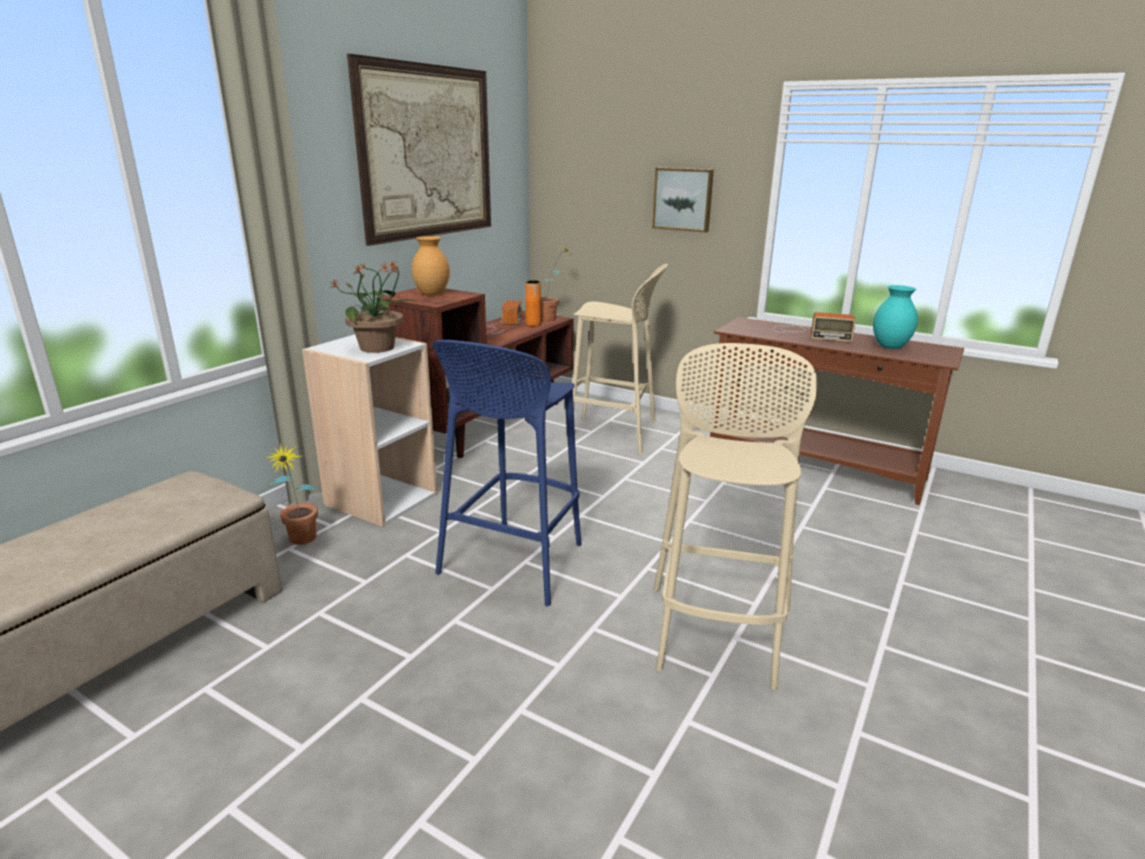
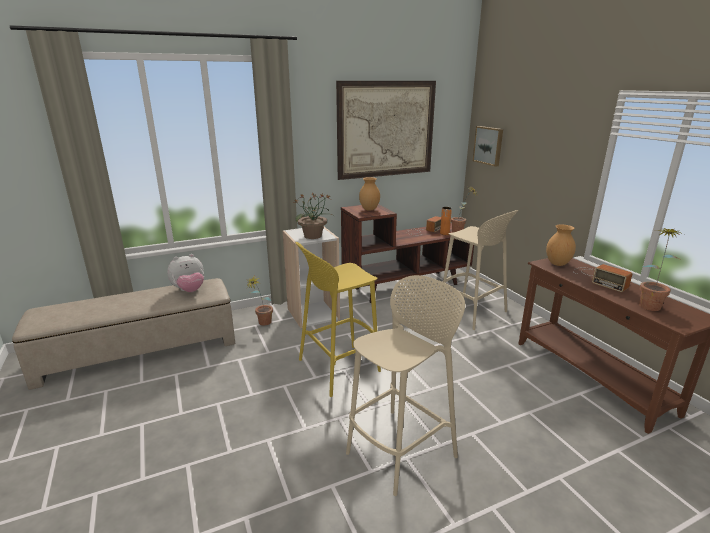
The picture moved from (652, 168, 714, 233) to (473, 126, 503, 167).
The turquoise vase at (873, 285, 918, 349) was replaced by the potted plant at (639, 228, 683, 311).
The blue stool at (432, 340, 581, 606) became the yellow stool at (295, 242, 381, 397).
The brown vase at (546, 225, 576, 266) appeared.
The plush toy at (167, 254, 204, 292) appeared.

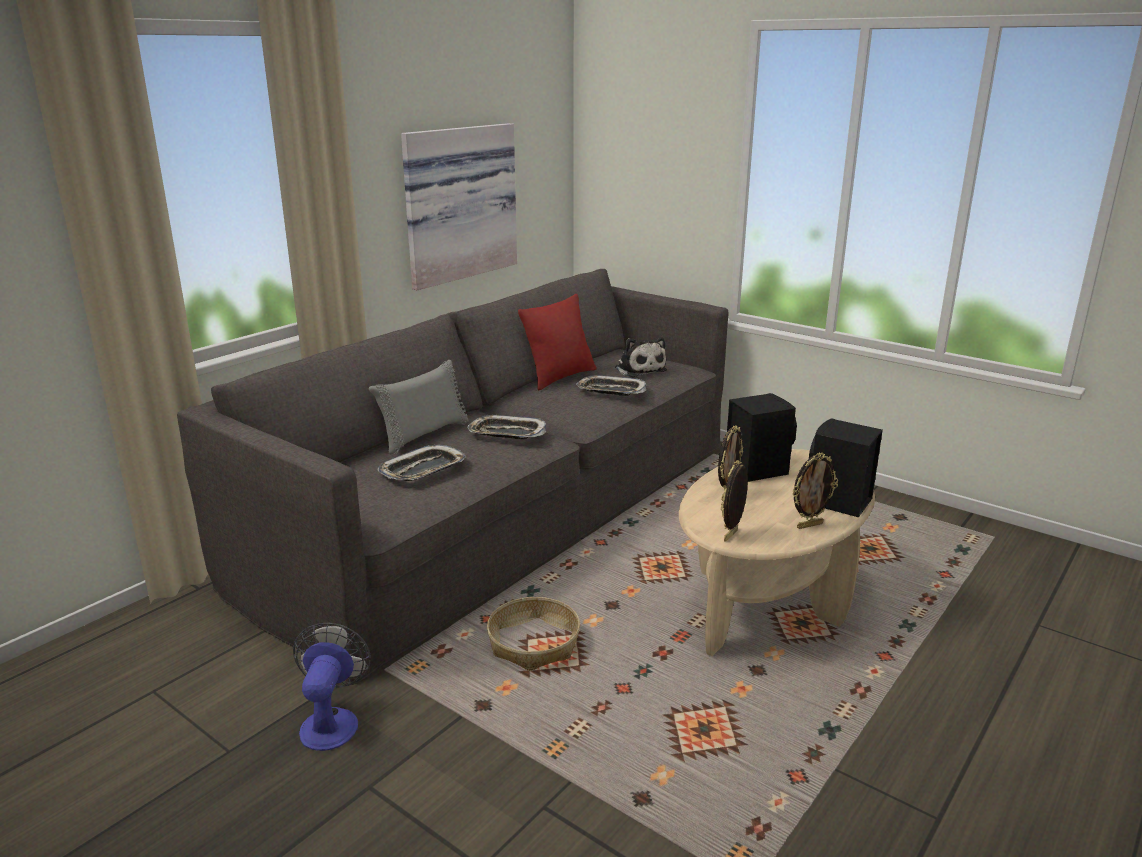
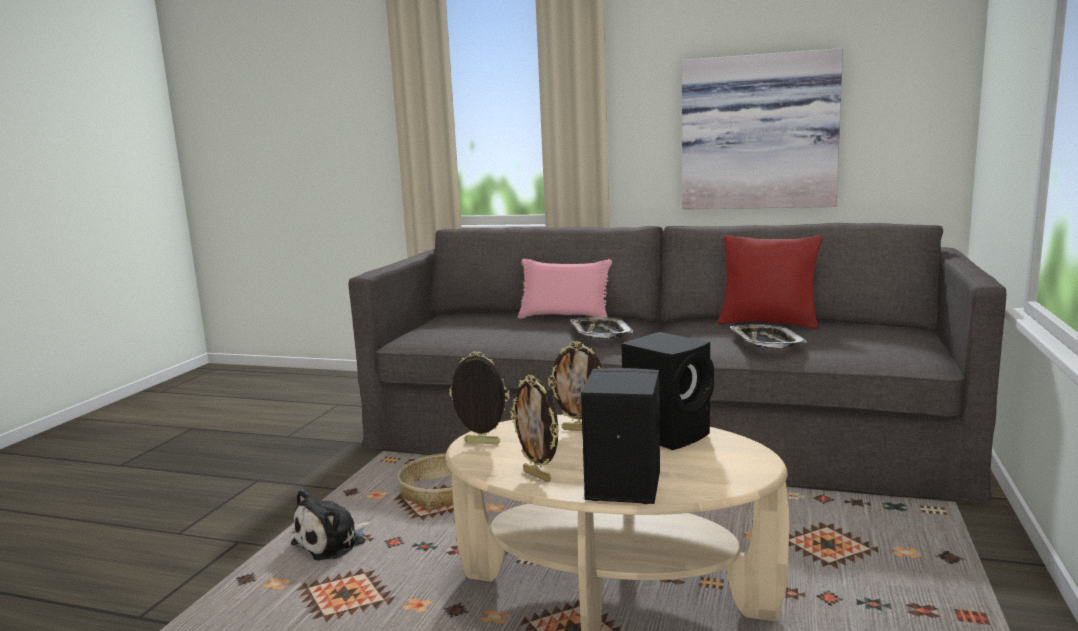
The plush toy moved from (615, 337, 667, 377) to (291, 489, 370, 561).
The grey pillow at (369, 360, 469, 455) became the pink pillow at (518, 259, 612, 319).
The tray at (377, 444, 466, 481) disappeared.
The fan at (293, 623, 371, 751) disappeared.

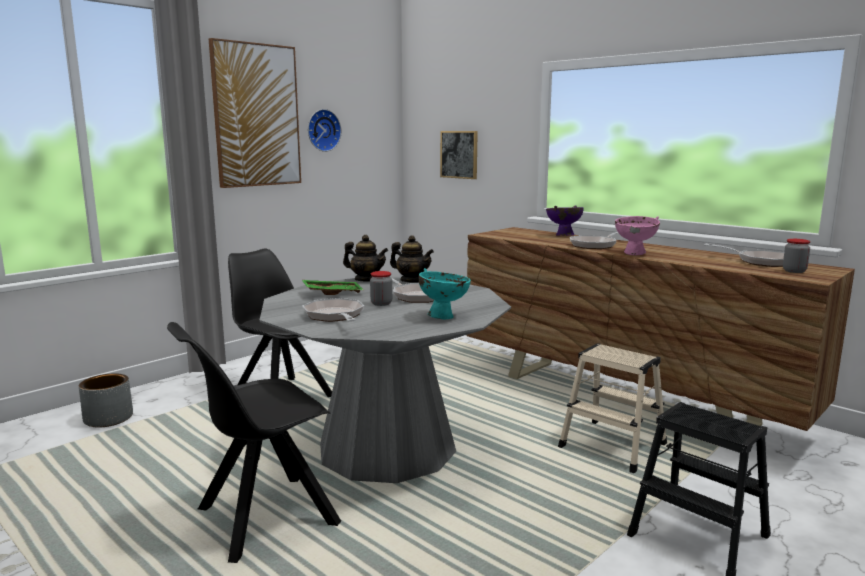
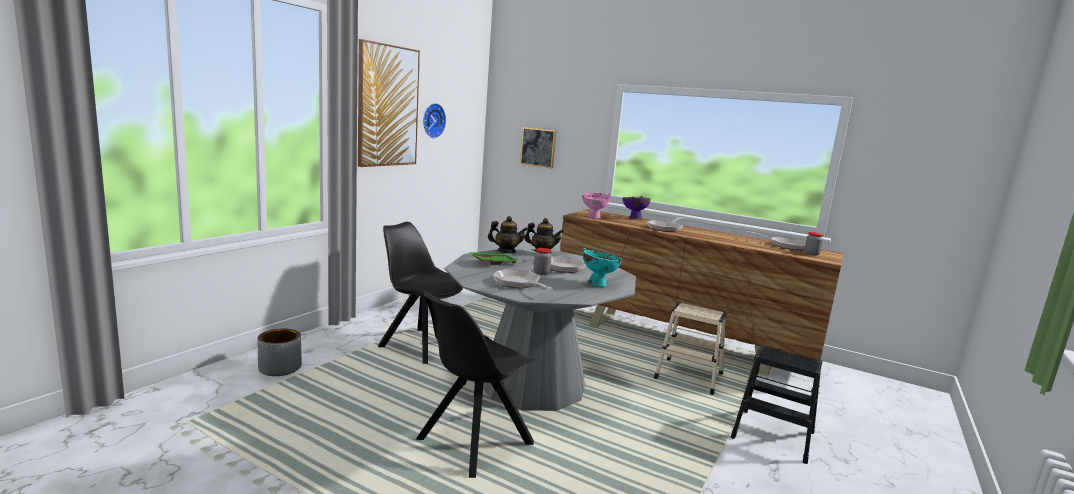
The pink bowl moved from (615, 216, 660, 255) to (582, 193, 611, 219).

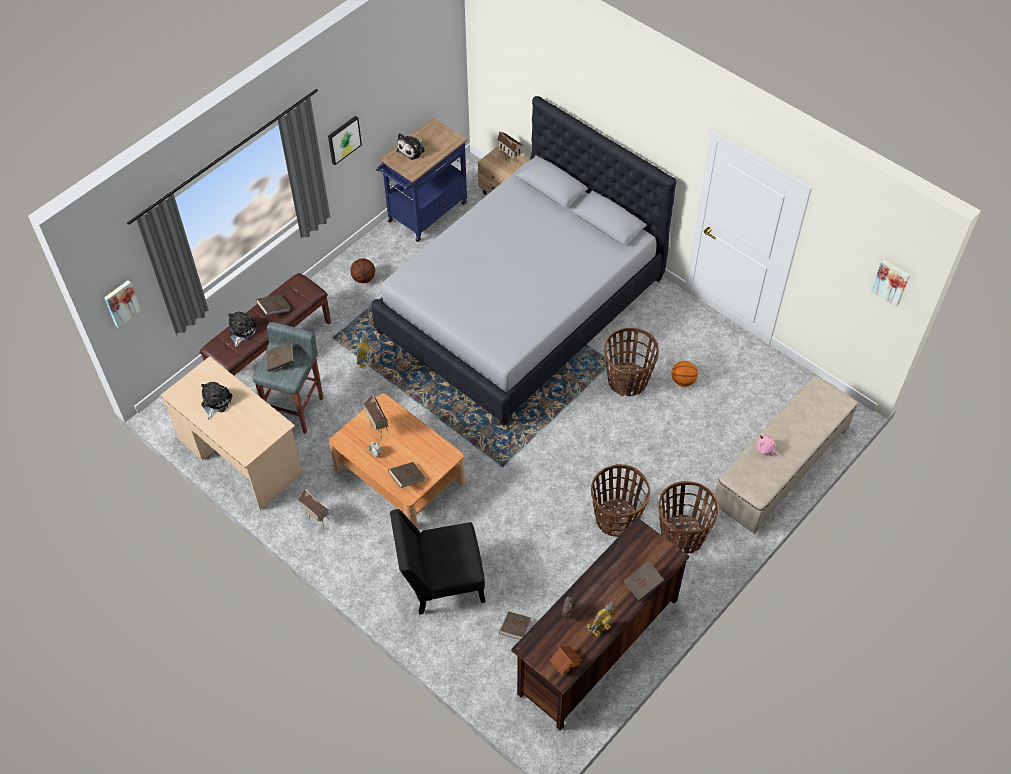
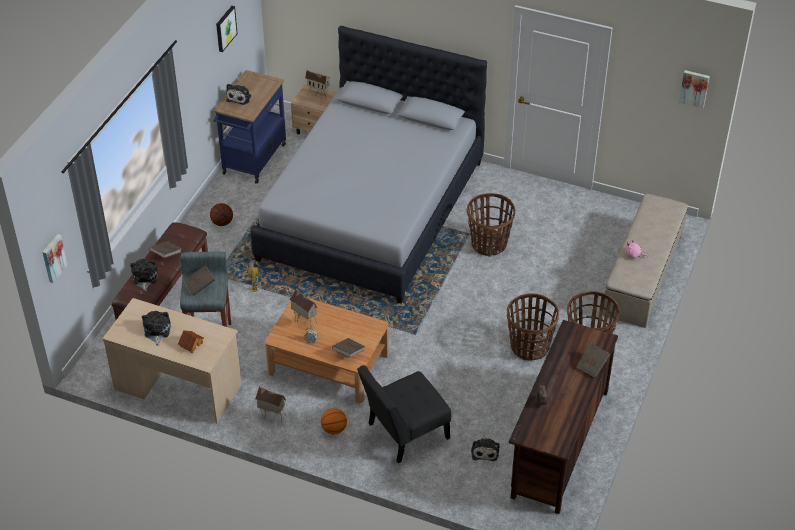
The picture moved from (328, 116, 362, 165) to (216, 6, 238, 52).
The basketball moved from (672, 361, 698, 387) to (321, 408, 347, 434).
The toy robot at (587, 602, 618, 637) disappeared.
The brown book at (499, 612, 531, 640) was replaced by the plush toy at (471, 435, 500, 461).
The toy house moved from (549, 646, 582, 676) to (178, 330, 204, 353).

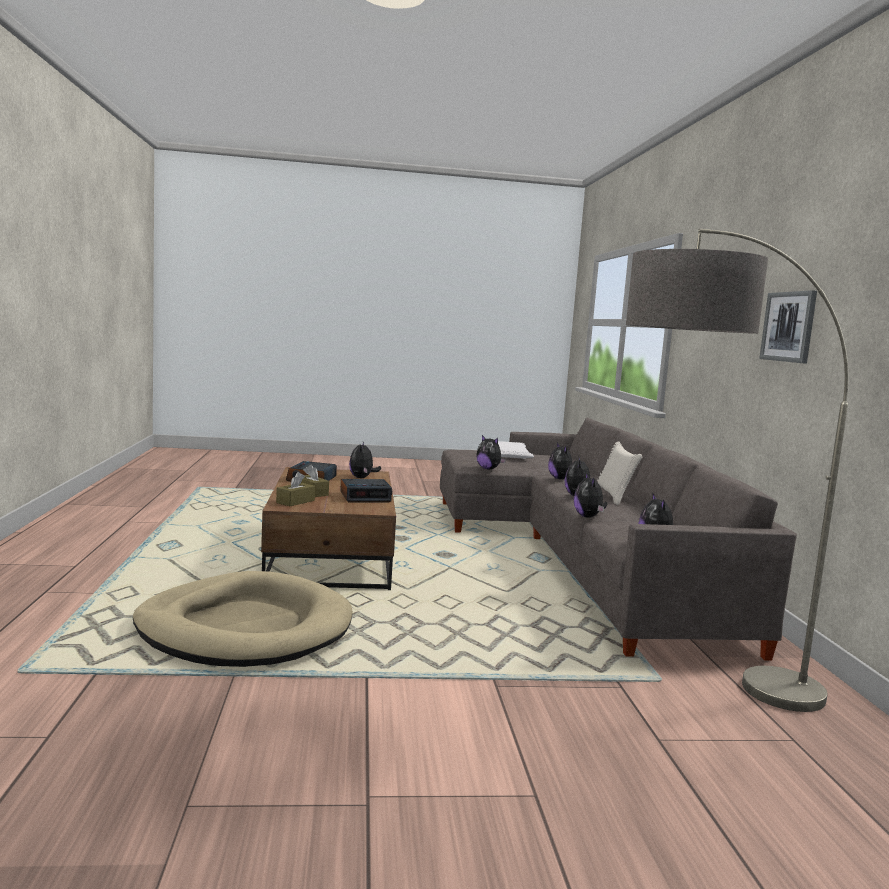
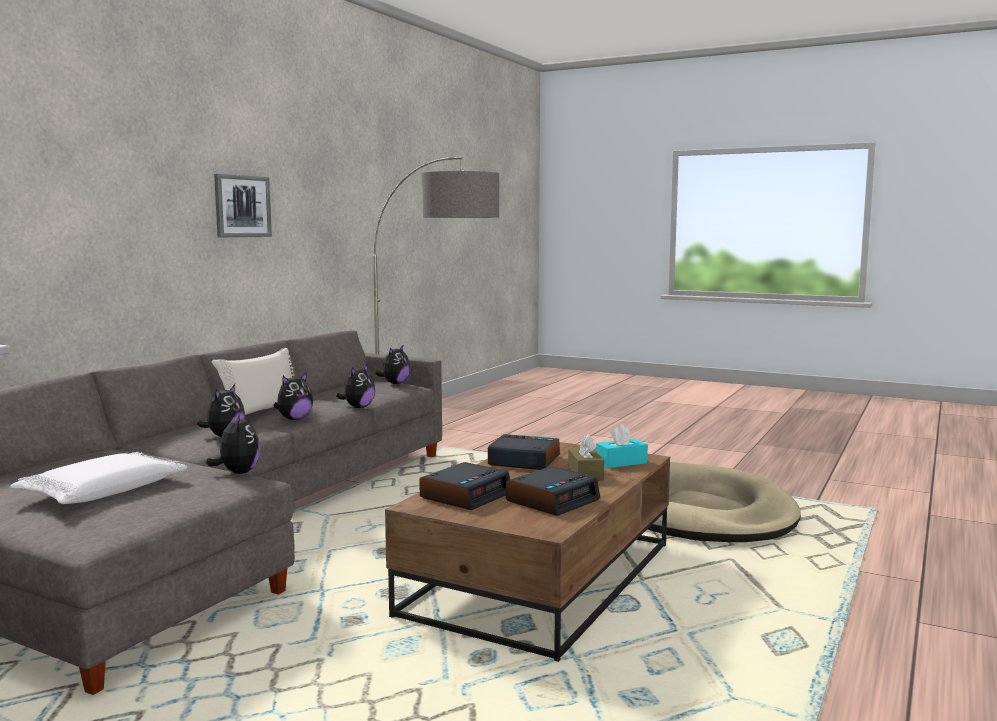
The plush toy at (349, 442, 381, 478) was replaced by the alarm clock at (419, 462, 510, 510).
The brown tissue box at (276, 472, 315, 506) became the turquoise tissue box at (596, 424, 648, 468).

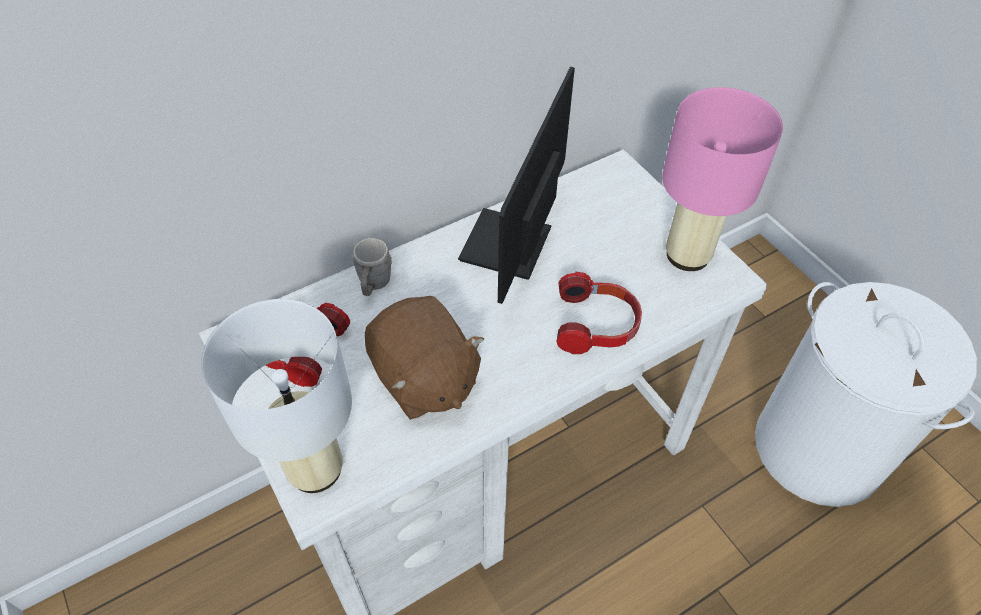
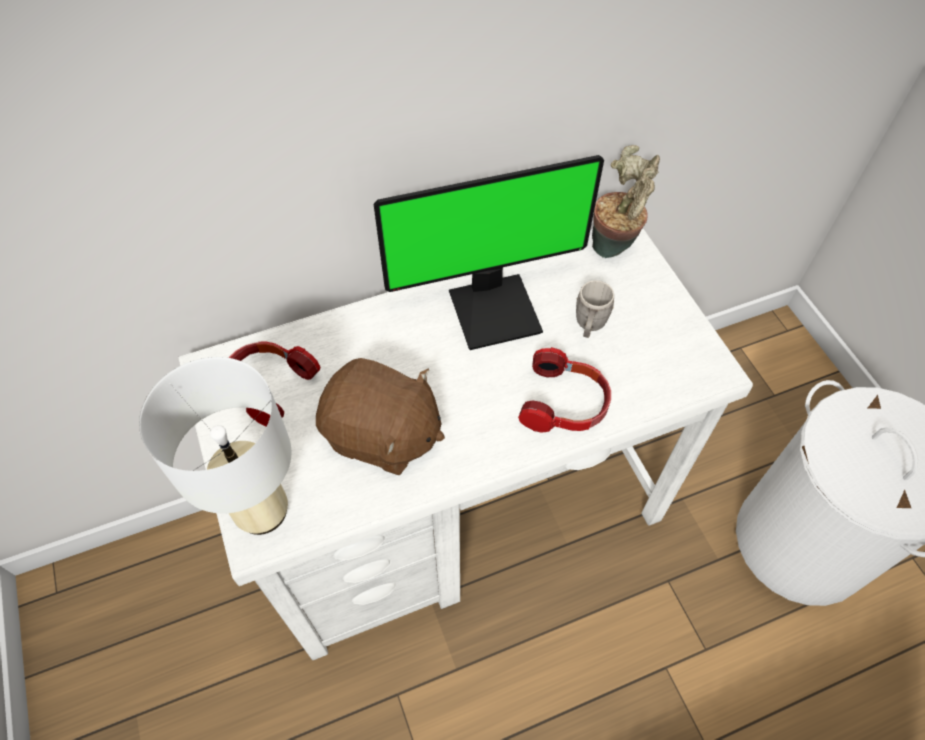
The monitor at (458, 67, 575, 304) turned 135 degrees counterclockwise.
The pink table lamp at (662, 87, 783, 271) disappeared.
The grey mug moved from (353, 238, 392, 296) to (576, 280, 614, 338).
The brown plush toy at (365, 296, 484, 420) turned 45 degrees counterclockwise.
The potted plant at (592, 145, 660, 258) appeared.

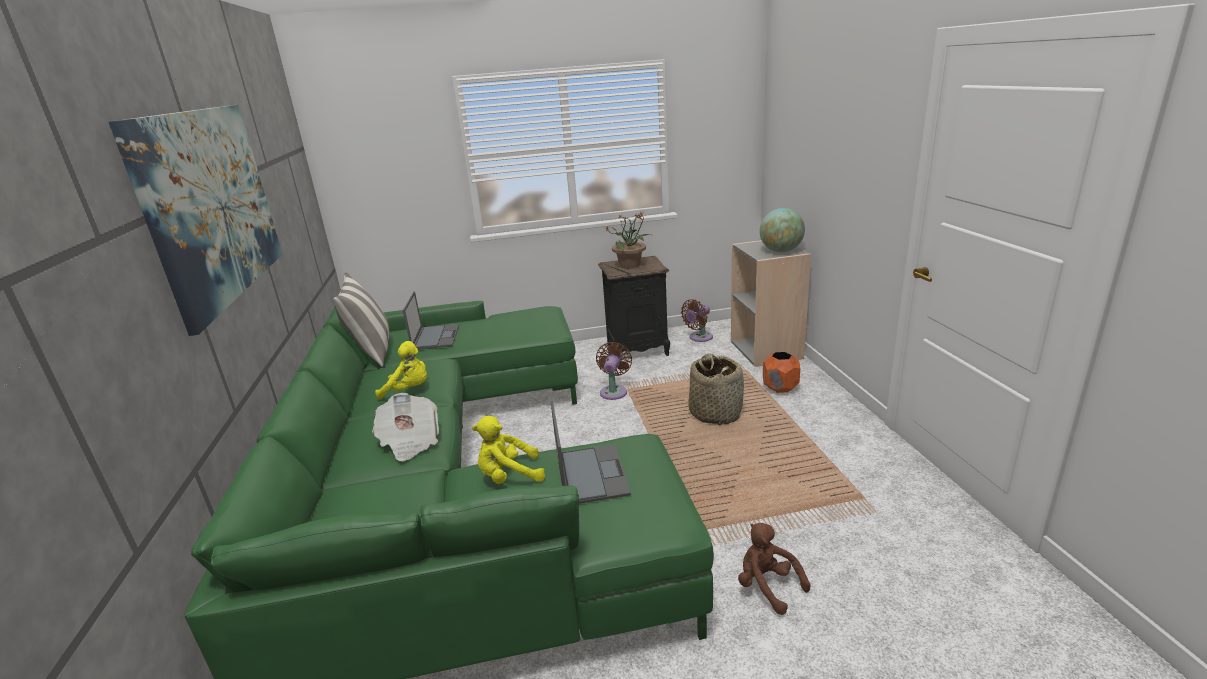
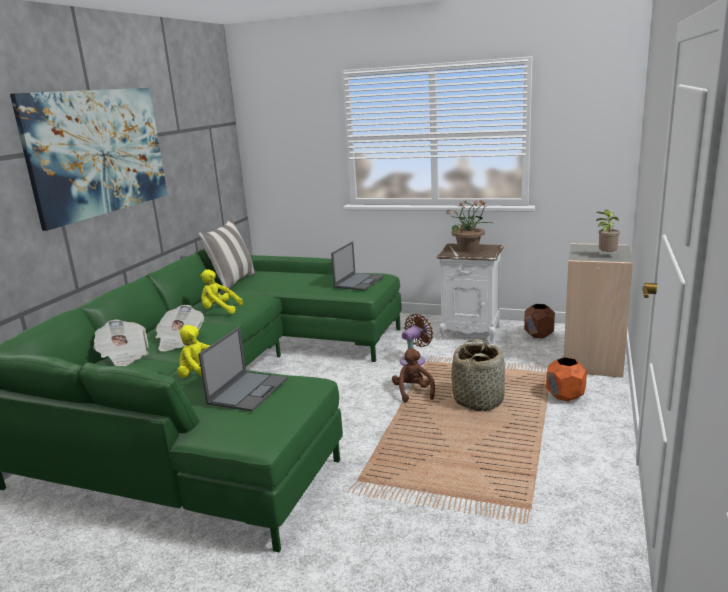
The globe at (760, 208, 805, 252) was replaced by the potted plant at (596, 210, 620, 253).
The black nightstand at (598, 256, 670, 356) became the white nightstand at (437, 243, 504, 344).
The laptop moved from (403, 291, 459, 349) to (331, 241, 384, 291).
The brown fan at (681, 299, 713, 342) was replaced by the brown planter at (524, 304, 555, 339).
The yellow plush toy at (375, 341, 427, 399) turned 150 degrees clockwise.
The brown plush toy moved from (738, 523, 811, 615) to (392, 348, 435, 403).
The newspaper at (93, 319, 149, 366) appeared.

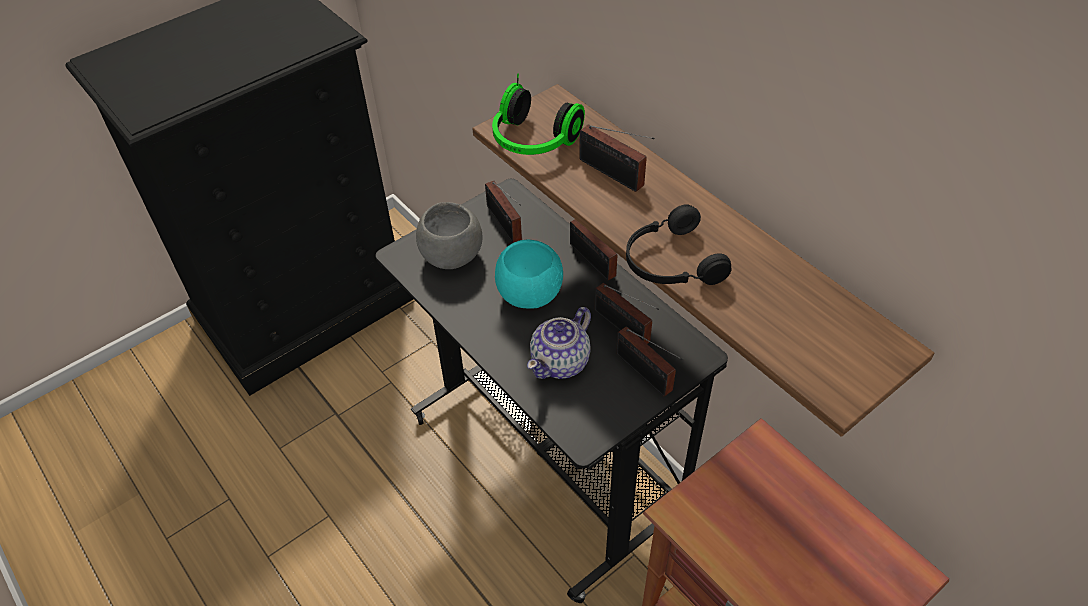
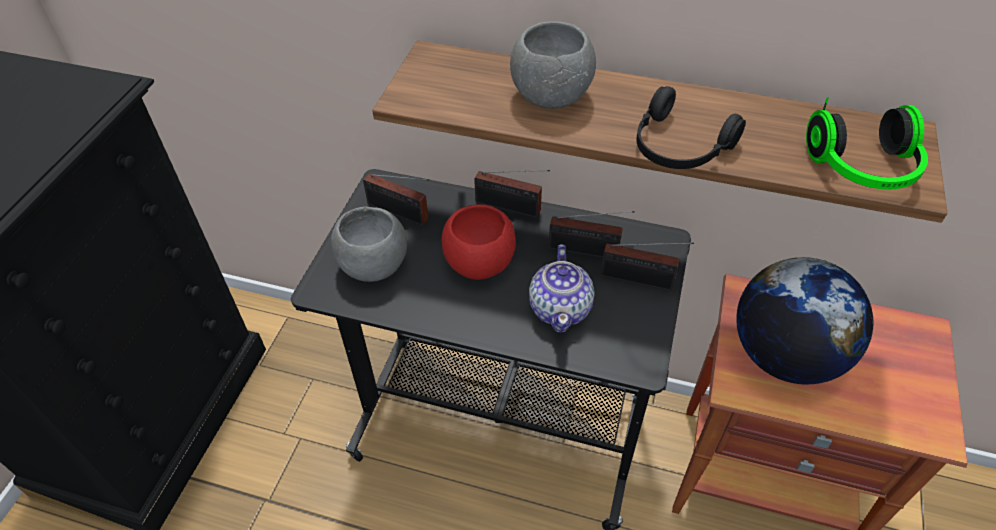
The headphones moved from (492, 73, 585, 155) to (806, 98, 928, 190).
The radio at (579, 124, 654, 192) was replaced by the grey bowl at (510, 21, 596, 109).
The turquoise bowl at (495, 240, 563, 309) became the red bowl at (441, 204, 516, 280).
The globe at (736, 257, 873, 384) appeared.

